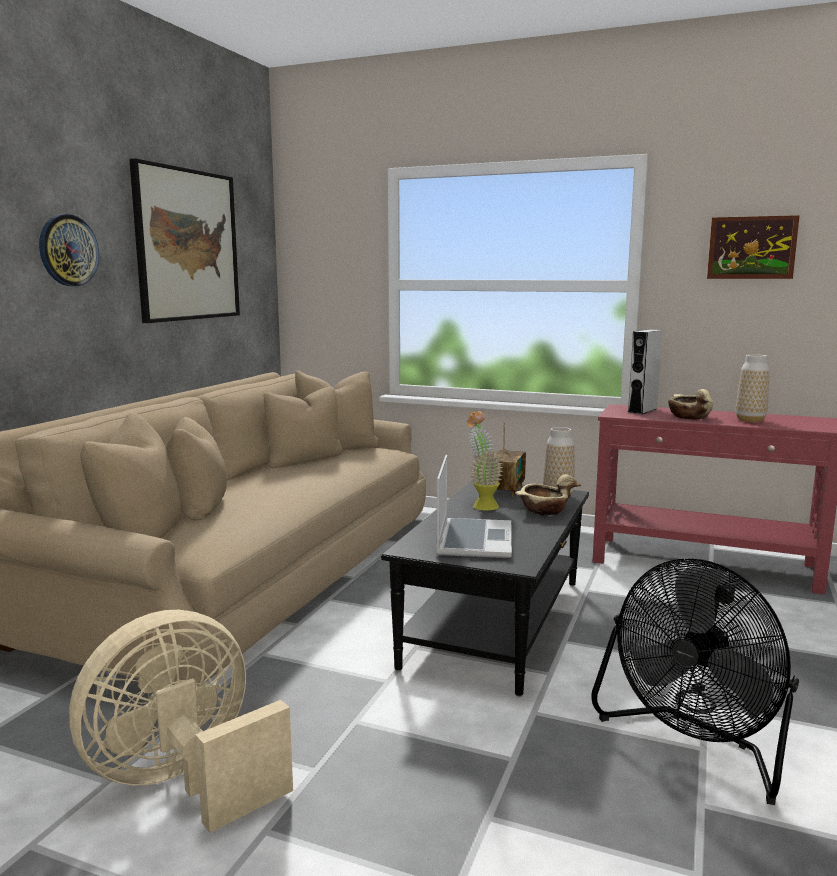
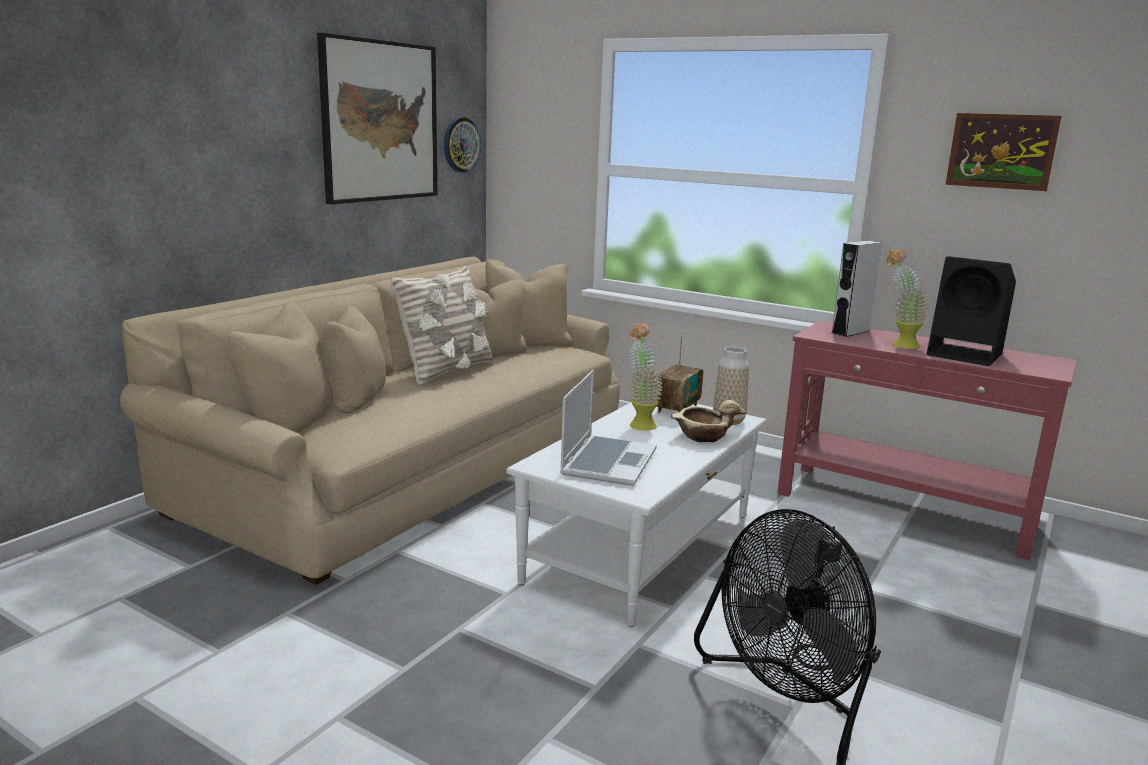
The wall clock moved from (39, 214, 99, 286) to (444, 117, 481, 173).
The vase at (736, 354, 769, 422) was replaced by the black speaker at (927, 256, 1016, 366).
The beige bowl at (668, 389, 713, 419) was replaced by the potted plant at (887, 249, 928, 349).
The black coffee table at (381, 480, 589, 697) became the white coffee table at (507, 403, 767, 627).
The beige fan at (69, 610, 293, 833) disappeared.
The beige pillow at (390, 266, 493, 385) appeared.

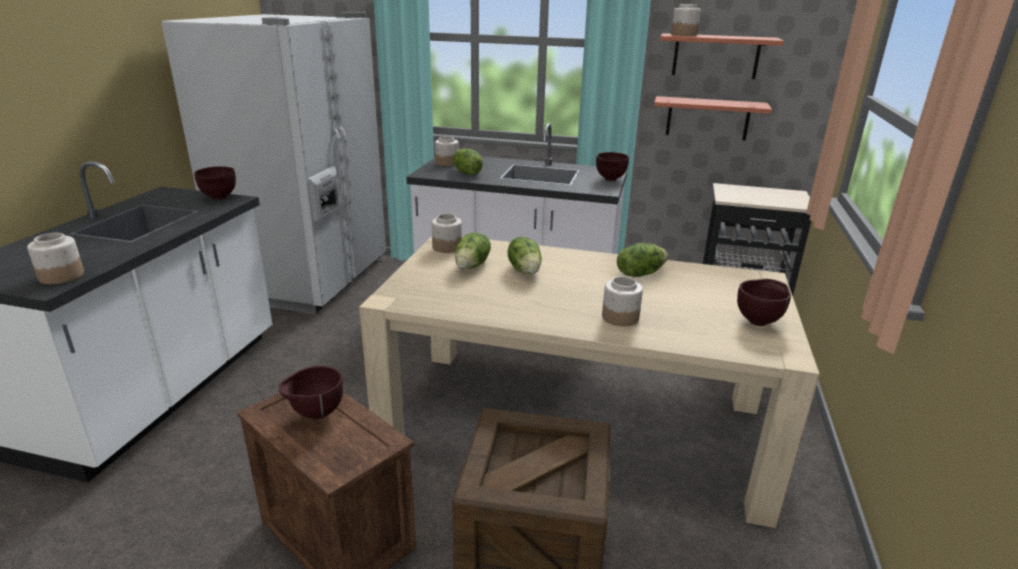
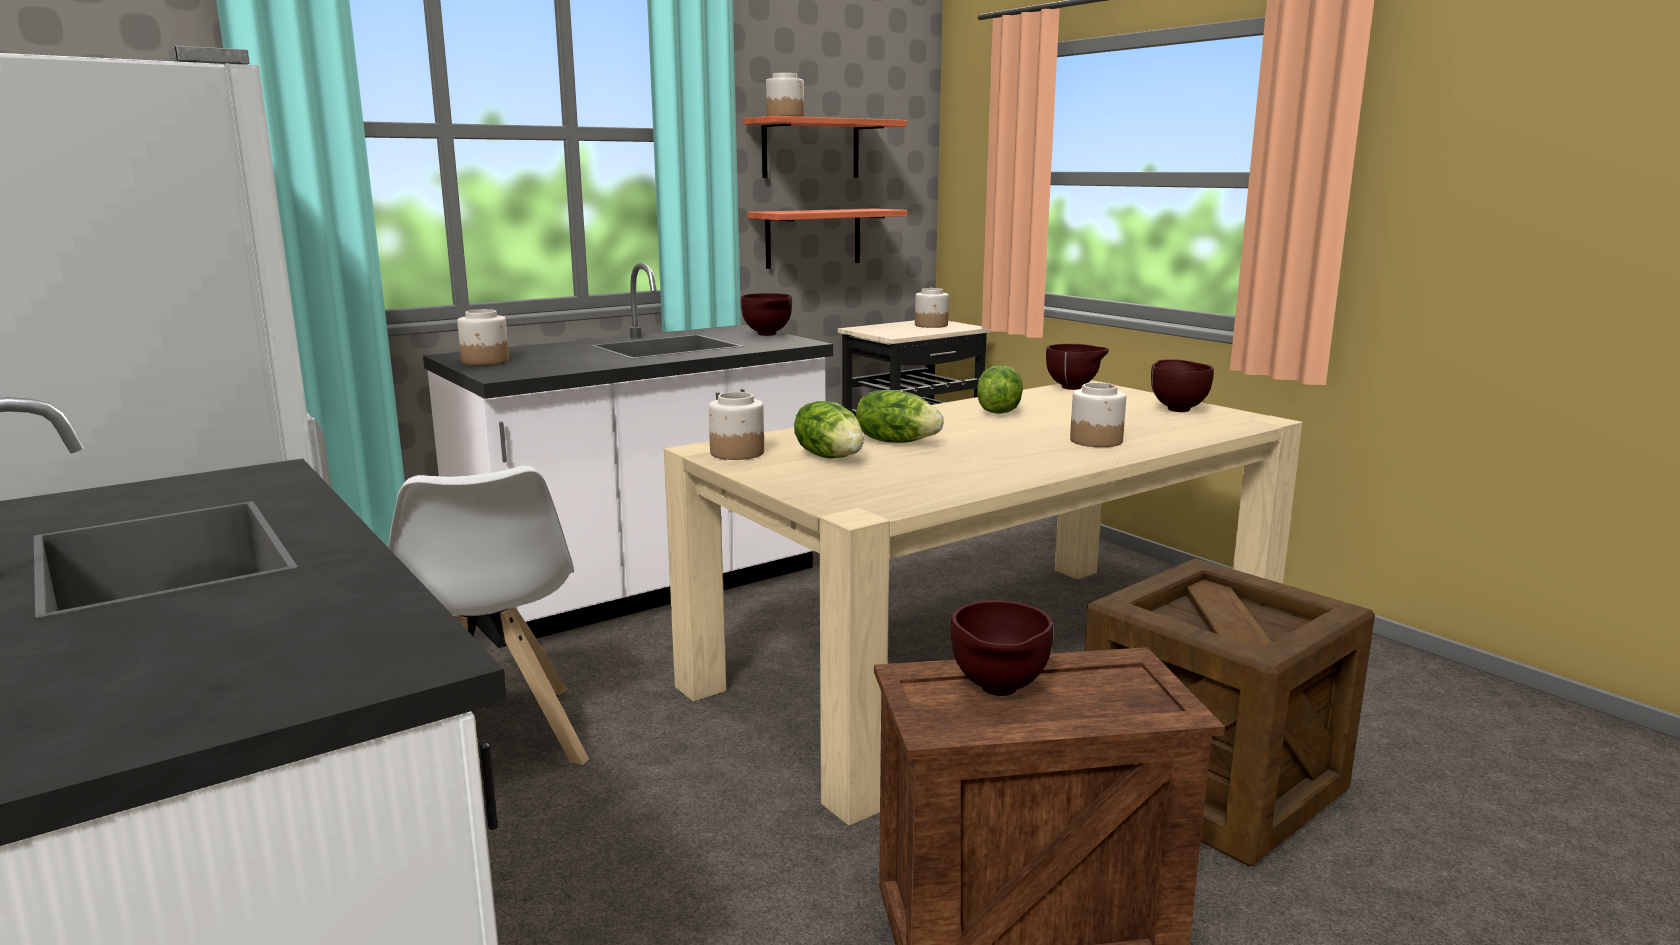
The lettuce at (453, 148, 483, 175) disappeared.
The brown bowl moved from (194, 166, 236, 200) to (1046, 344, 1109, 390).
The jar moved from (27, 233, 84, 284) to (915, 288, 949, 328).
The chair at (388, 466, 589, 765) appeared.

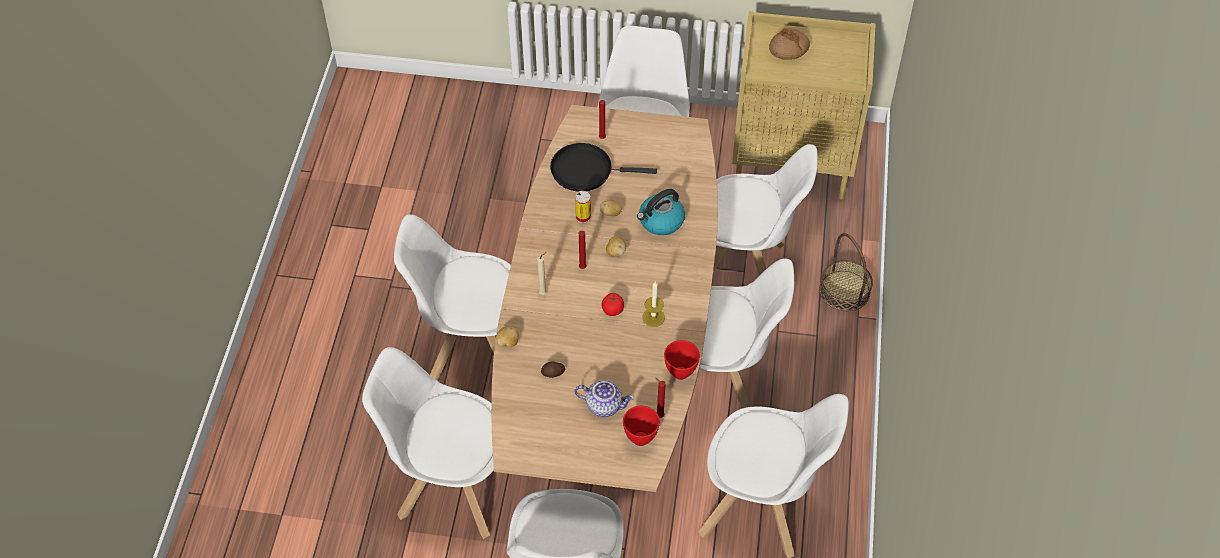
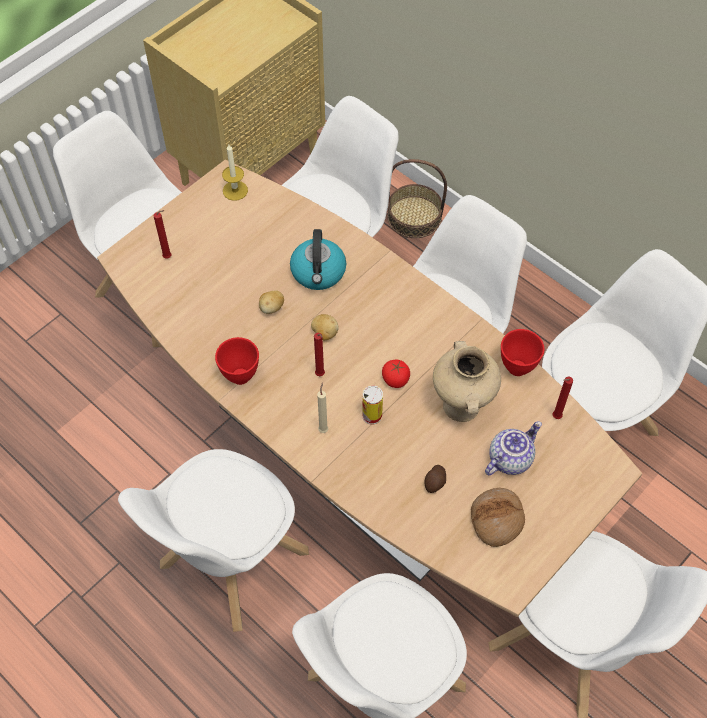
The bread moved from (769, 28, 810, 60) to (471, 488, 525, 547).
The black frying pan at (550, 143, 657, 192) disappeared.
The can moved from (575, 191, 591, 223) to (362, 386, 383, 424).
The candle moved from (642, 282, 665, 327) to (222, 144, 248, 201).
The potato at (496, 326, 519, 347) disappeared.
The red bowl moved from (623, 406, 660, 446) to (215, 337, 259, 385).
The beige vase at (433, 341, 501, 422) appeared.

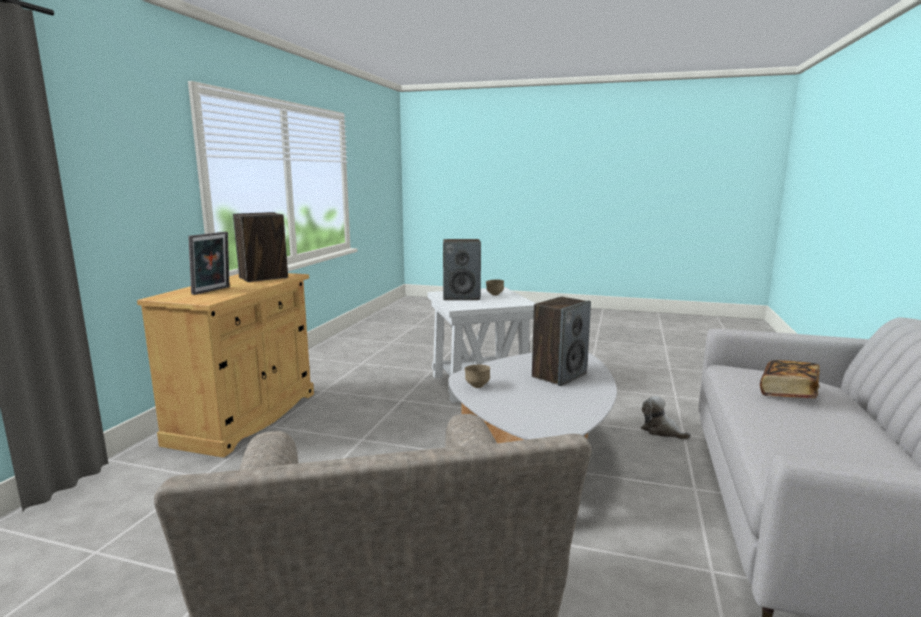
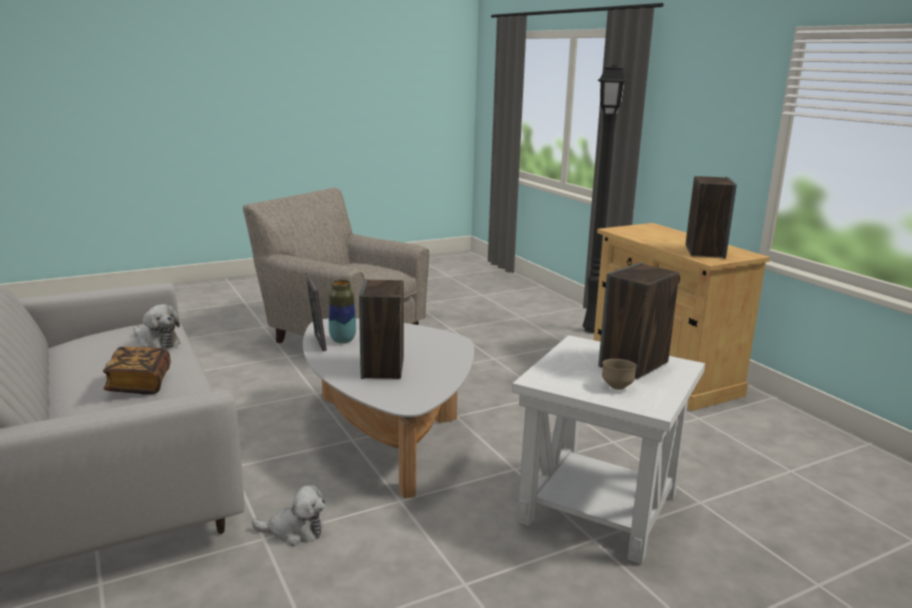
The picture frame moved from (188, 232, 229, 295) to (306, 276, 327, 351).
The brown bowl at (464, 365, 490, 388) disappeared.
The black floor lamp at (583, 65, 628, 333) appeared.
The vase at (329, 280, 356, 343) appeared.
The plush toy at (133, 304, 180, 350) appeared.

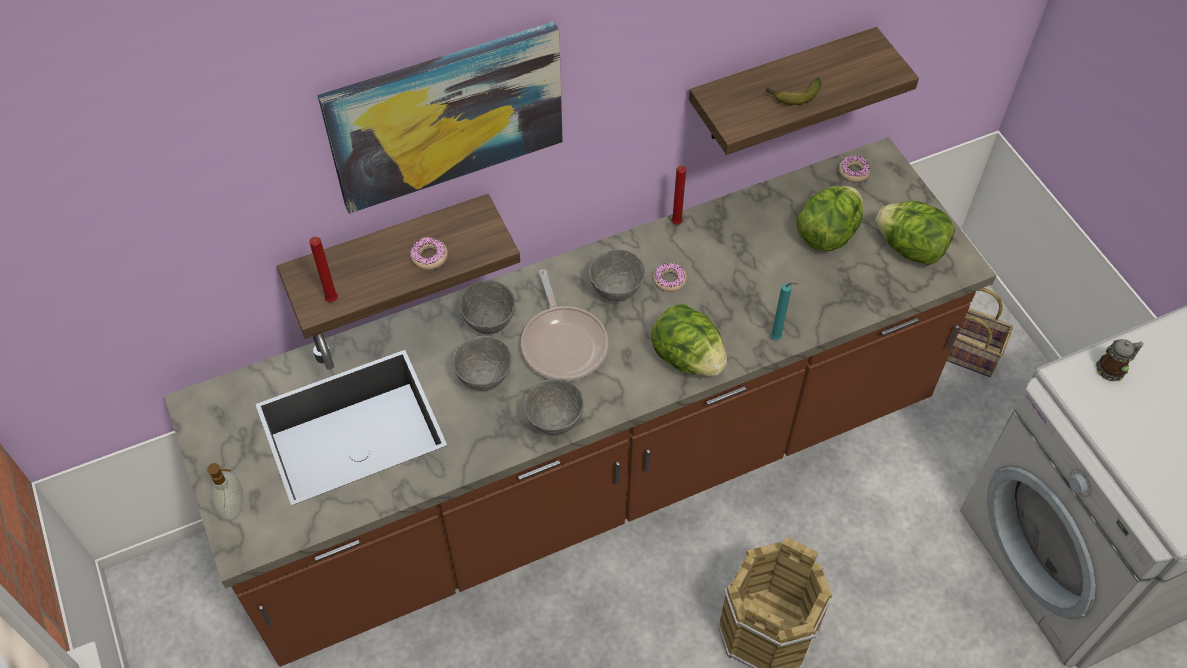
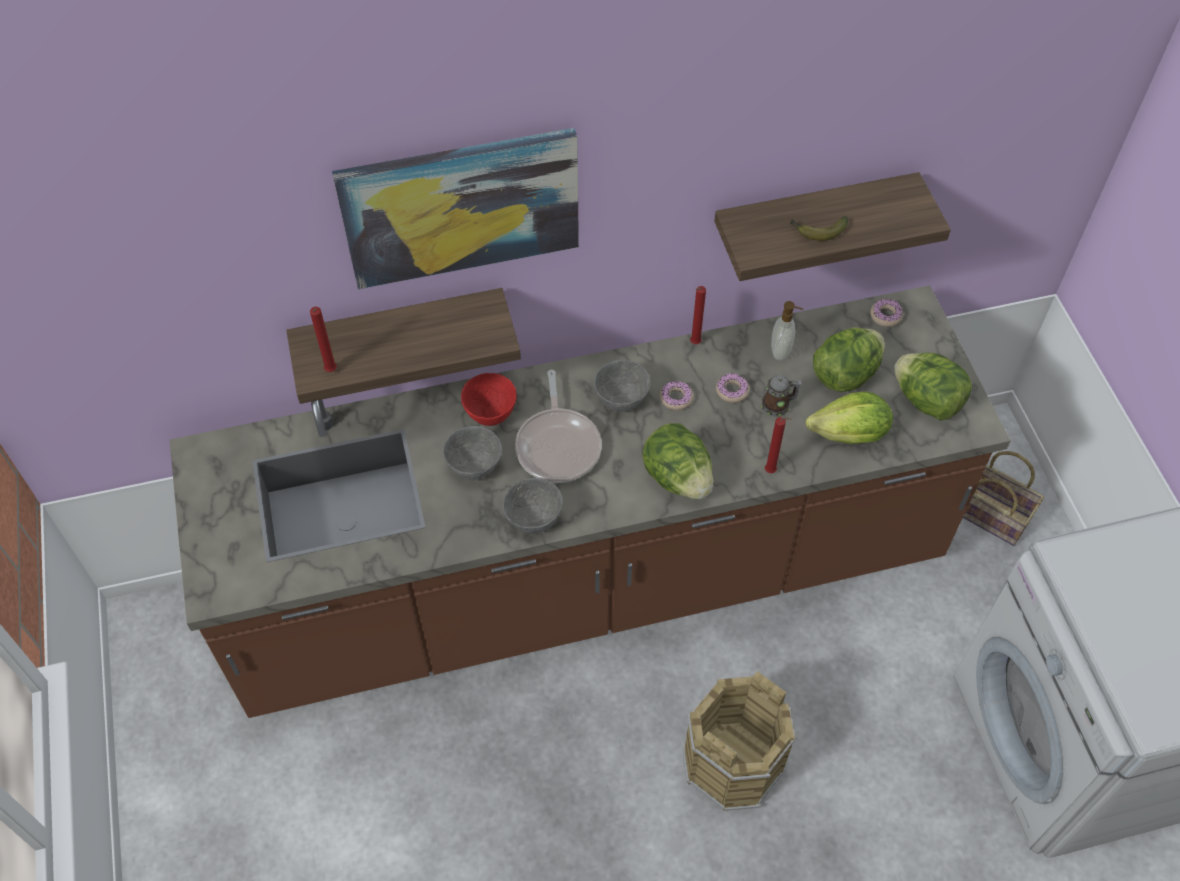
The donut moved from (410, 237, 448, 270) to (716, 373, 750, 403).
The grey bowl at (459, 281, 515, 334) became the red bowl at (461, 373, 517, 426).
The turquoise candle at (770, 282, 799, 340) became the red candle at (765, 417, 792, 473).
The mug moved from (1096, 339, 1144, 381) to (761, 375, 802, 417).
The soap dispenser moved from (207, 463, 243, 521) to (771, 301, 803, 361).
The lettuce at (806, 391, 893, 444) appeared.

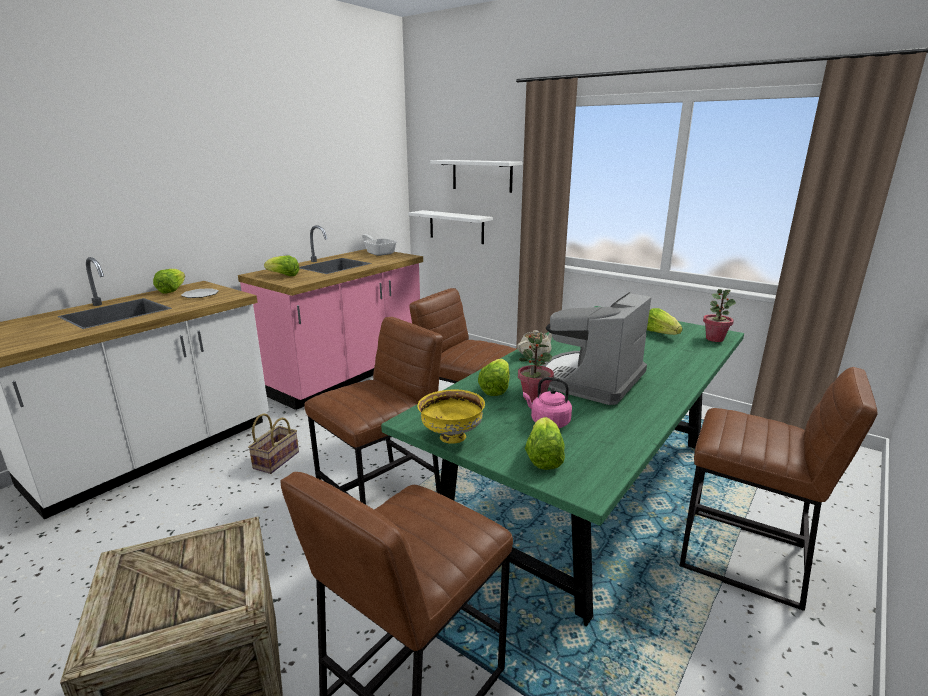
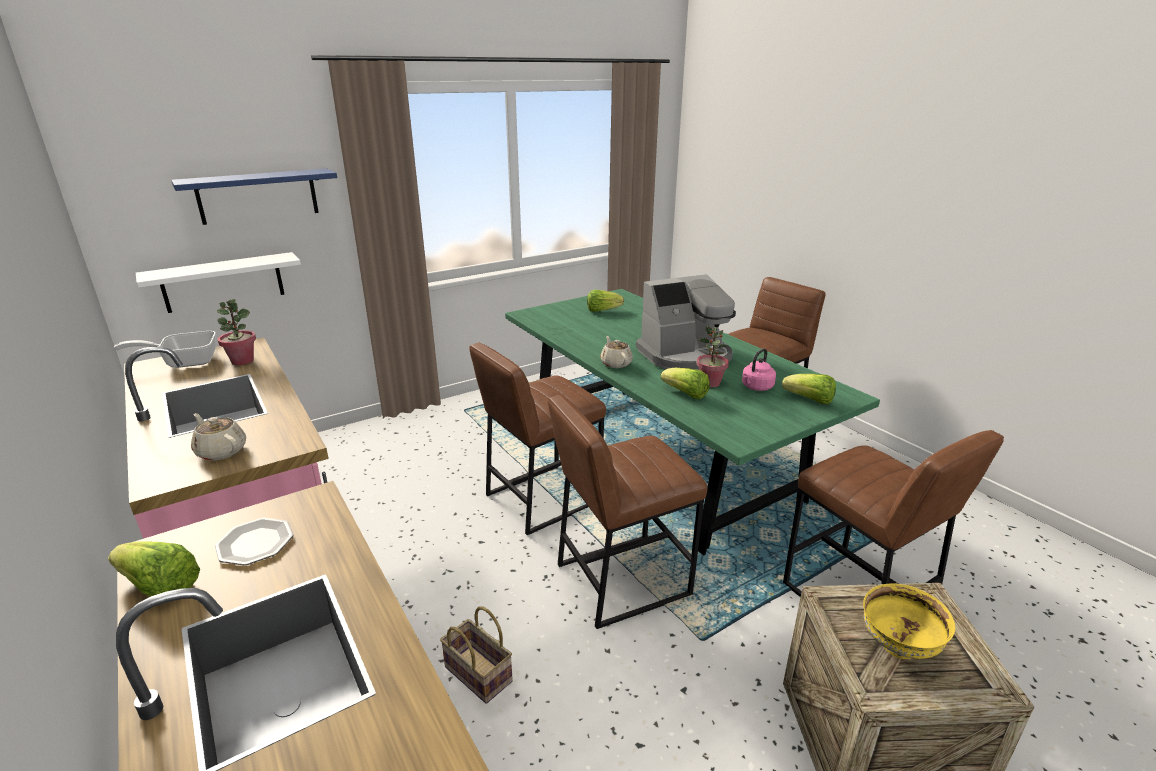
The white shelf at (430, 160, 523, 193) became the blue shelf at (171, 169, 337, 225).
The lettuce at (264, 255, 299, 276) was replaced by the beige teapot at (191, 413, 246, 461).
The potted plant moved from (703, 289, 736, 342) to (217, 299, 256, 365).
The coffee machine at (541, 292, 652, 405) turned 75 degrees counterclockwise.
The brown chair at (304, 317, 443, 504) turned 90 degrees counterclockwise.
The yellow bowl moved from (418, 390, 485, 444) to (863, 583, 955, 659).

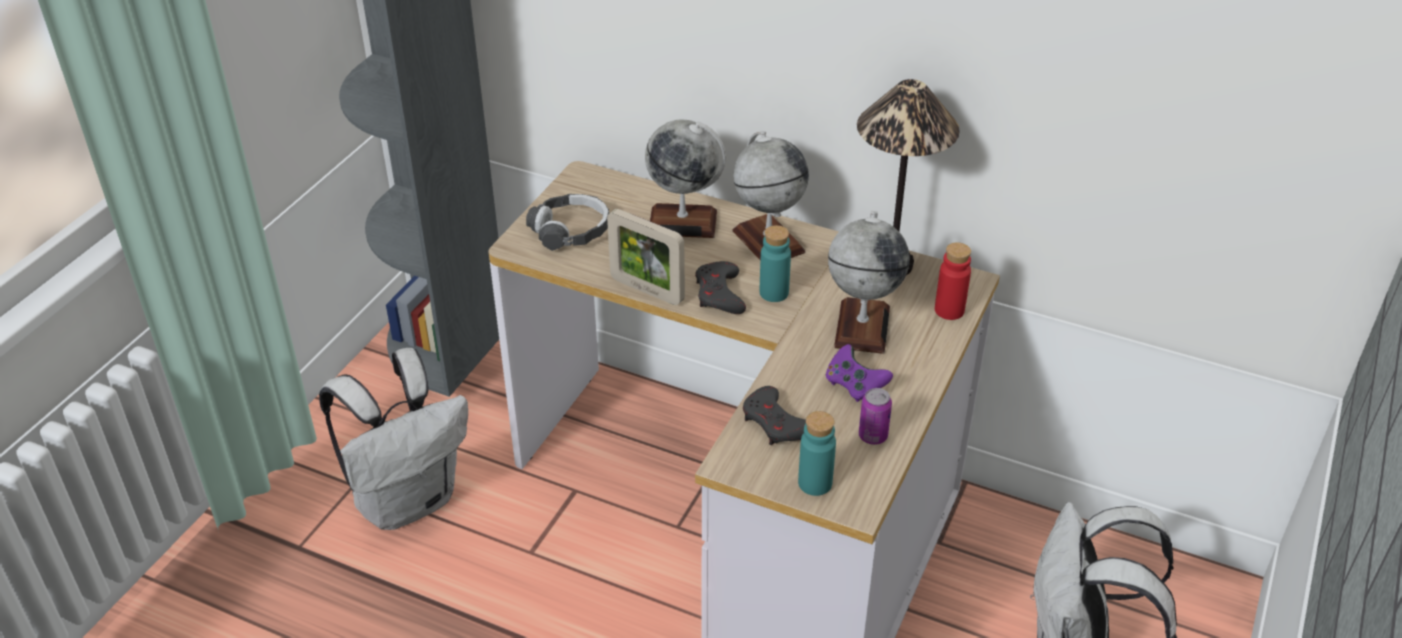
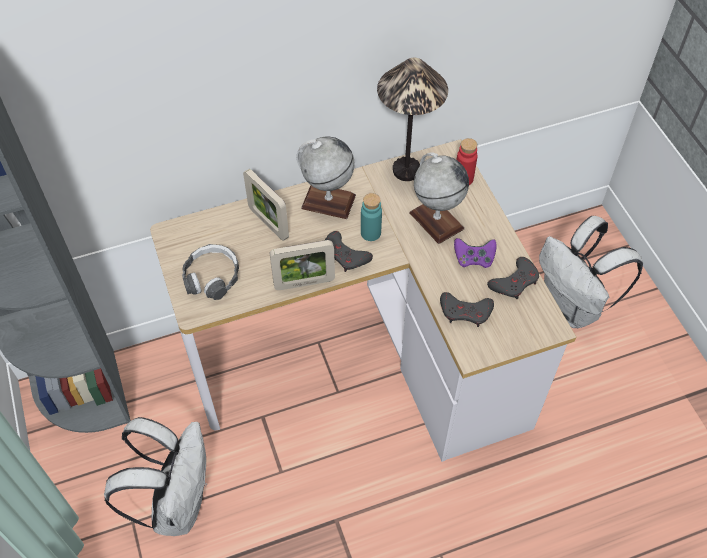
The globe at (645, 120, 726, 238) was replaced by the picture frame at (243, 169, 289, 241).
The can at (859, 388, 892, 445) was replaced by the grey game controller at (487, 257, 539, 299).
The turquoise bottle at (798, 411, 836, 496) disappeared.

